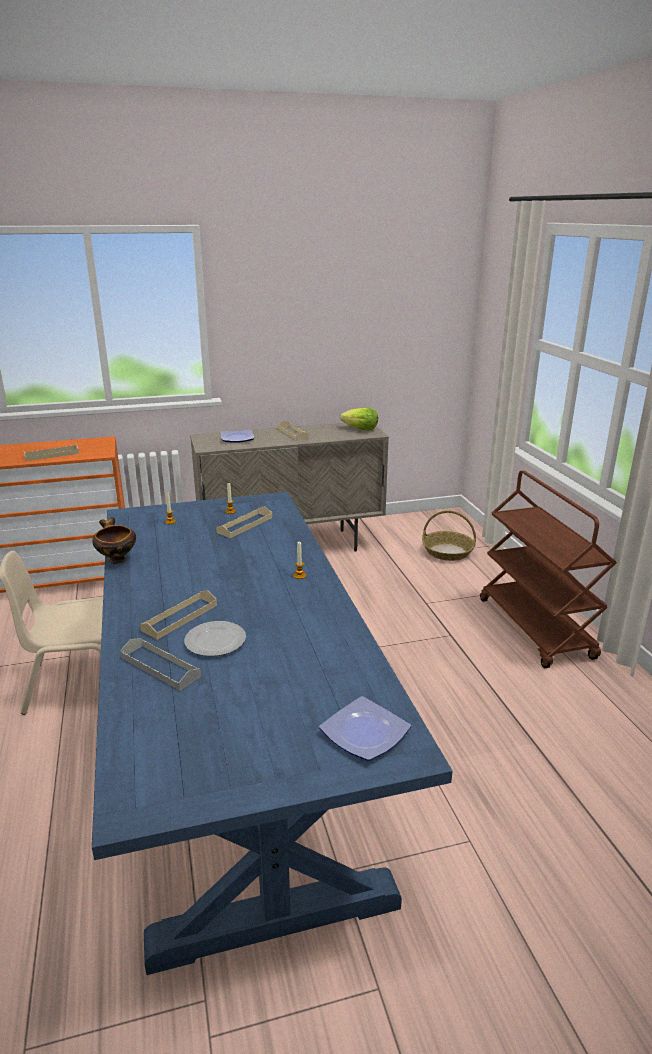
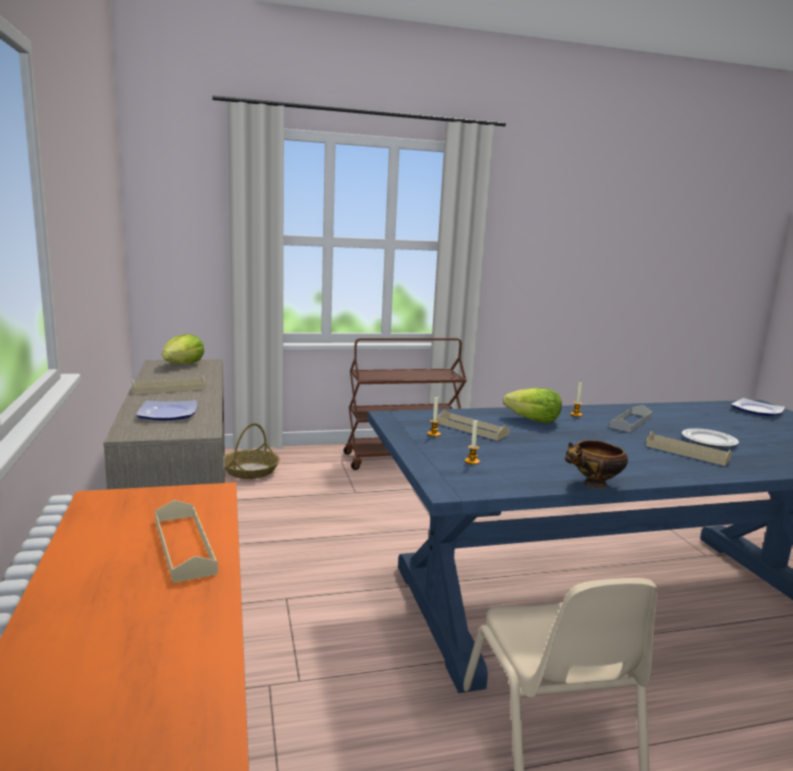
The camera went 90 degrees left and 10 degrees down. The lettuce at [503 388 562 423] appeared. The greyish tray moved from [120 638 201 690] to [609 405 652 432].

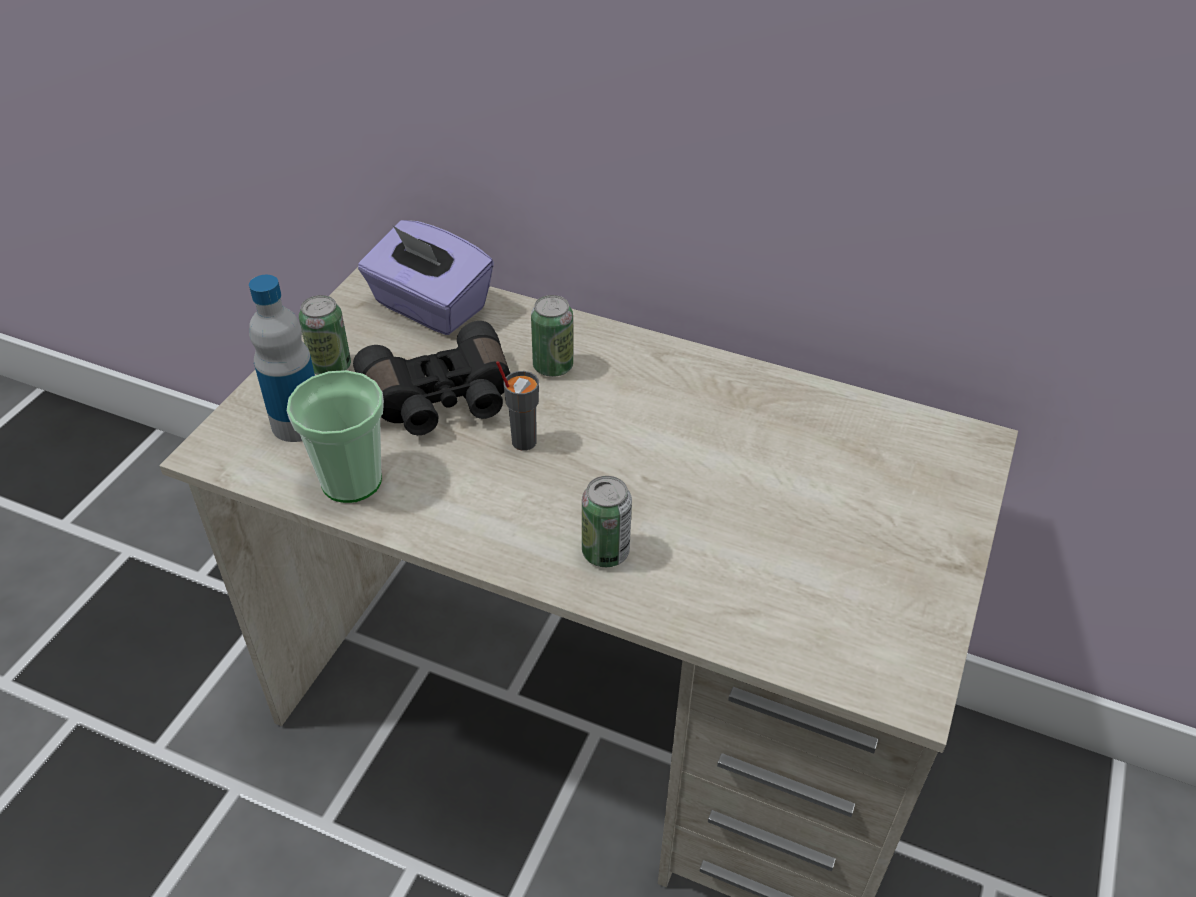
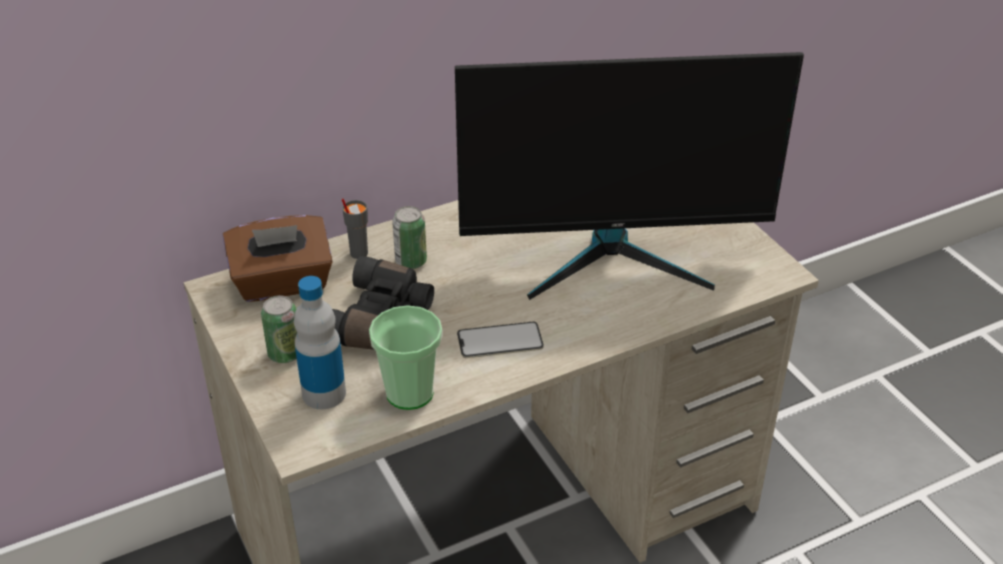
The camera went 50 degrees left and 5 degrees down. The sealed can at [582 476 632 567] disappeared. The monitor at [455 52 804 300] appeared. The telephone at [457 321 544 358] appeared. The greyish drinking cup moved from [496 361 539 451] to [342 198 368 259]. The purple tissue holder at [358 220 494 335] became the brown-coloured tissue holder at [223 215 333 302].

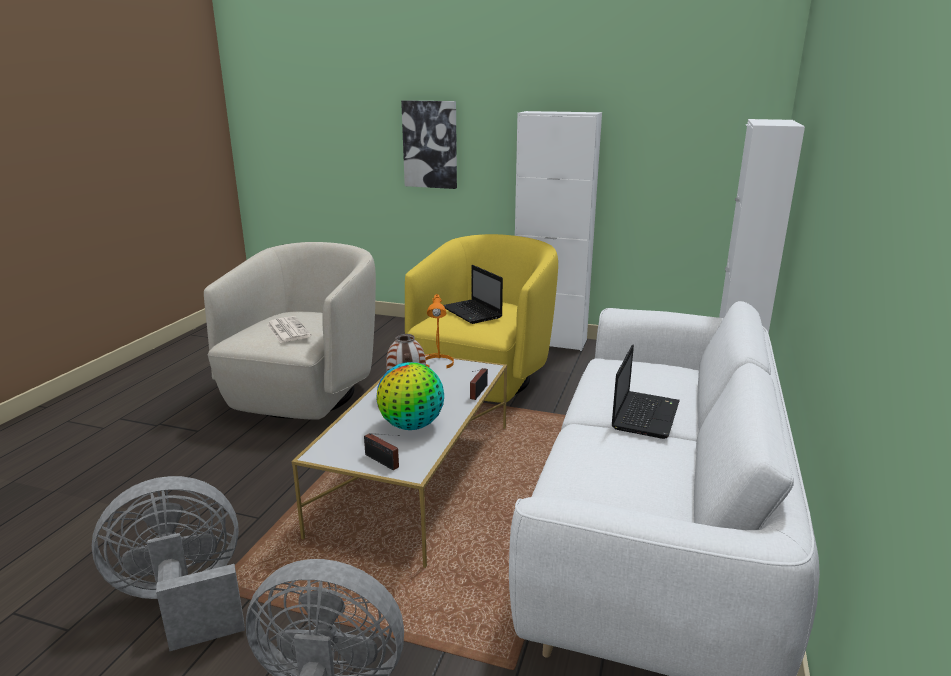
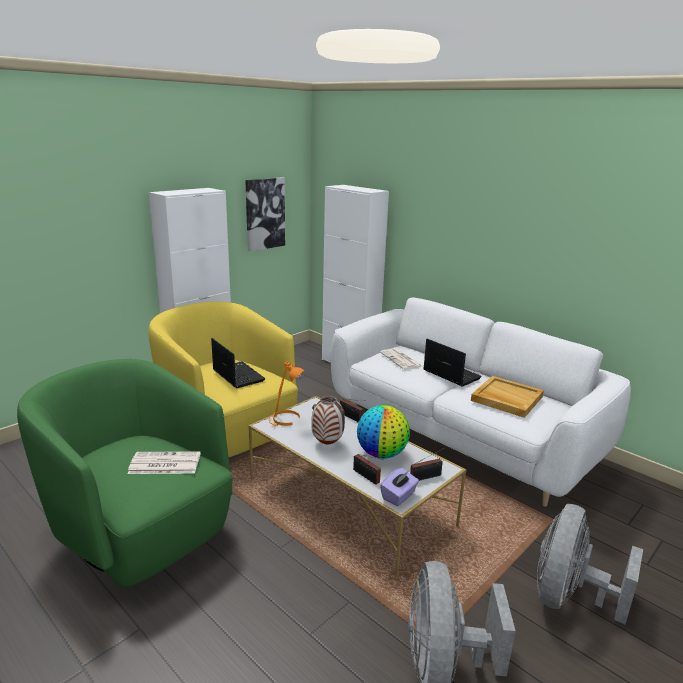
The camera went 65 degrees left and 0 degrees up. The radio receiver at [353 454 384 485] appeared. The newspaper at [380 348 421 369] appeared. The purple tissue holder at [380 468 419 506] appeared. The sand-coloured tray at [471 376 544 418] appeared. The picture moved from [401 100 457 189] to [245 177 285 252]. The sand-coloured armchair at [204 242 376 420] became the green armchair at [17 359 233 587]. The portable computer at [443 265 503 324] turned 120 degrees counterclockwise.

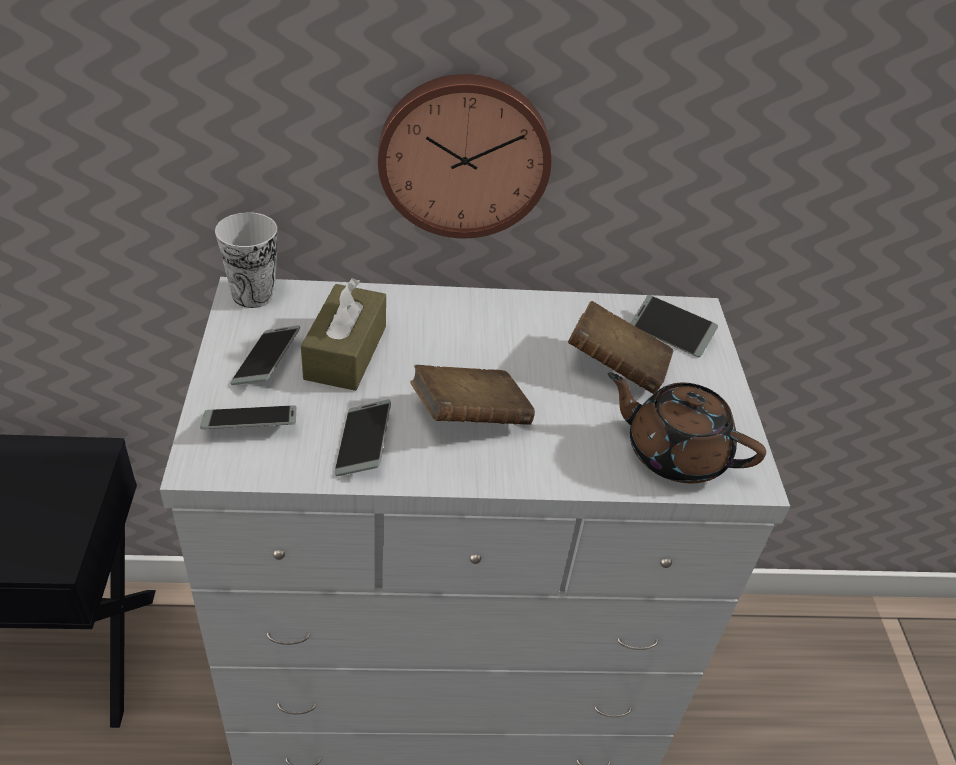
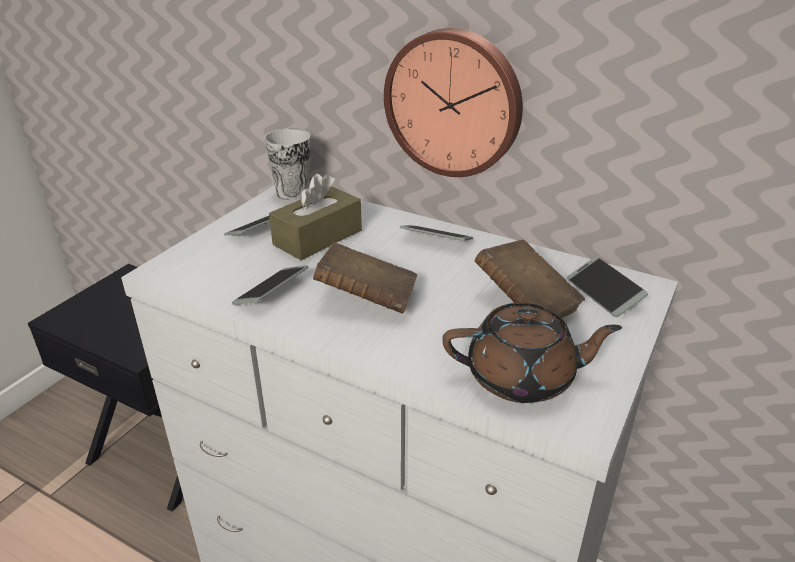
The camera went 35 degrees right and 10 degrees down. The telephone moved from [200 405 296 429] to [400 225 473 241]. The brown-coloured teapot at [608 372 766 483] turned 120 degrees clockwise.

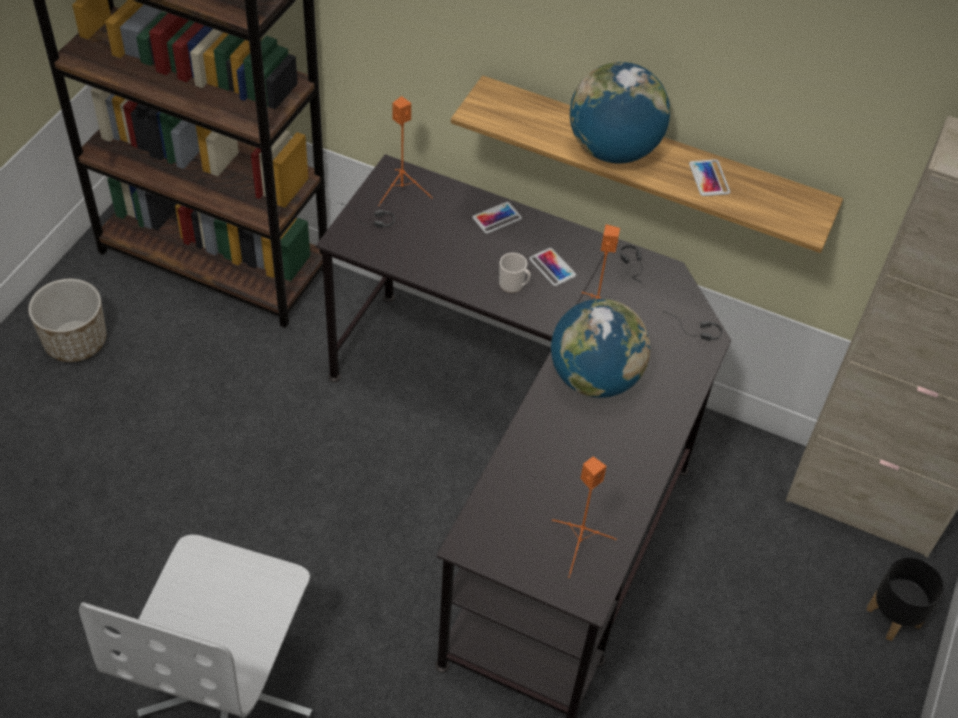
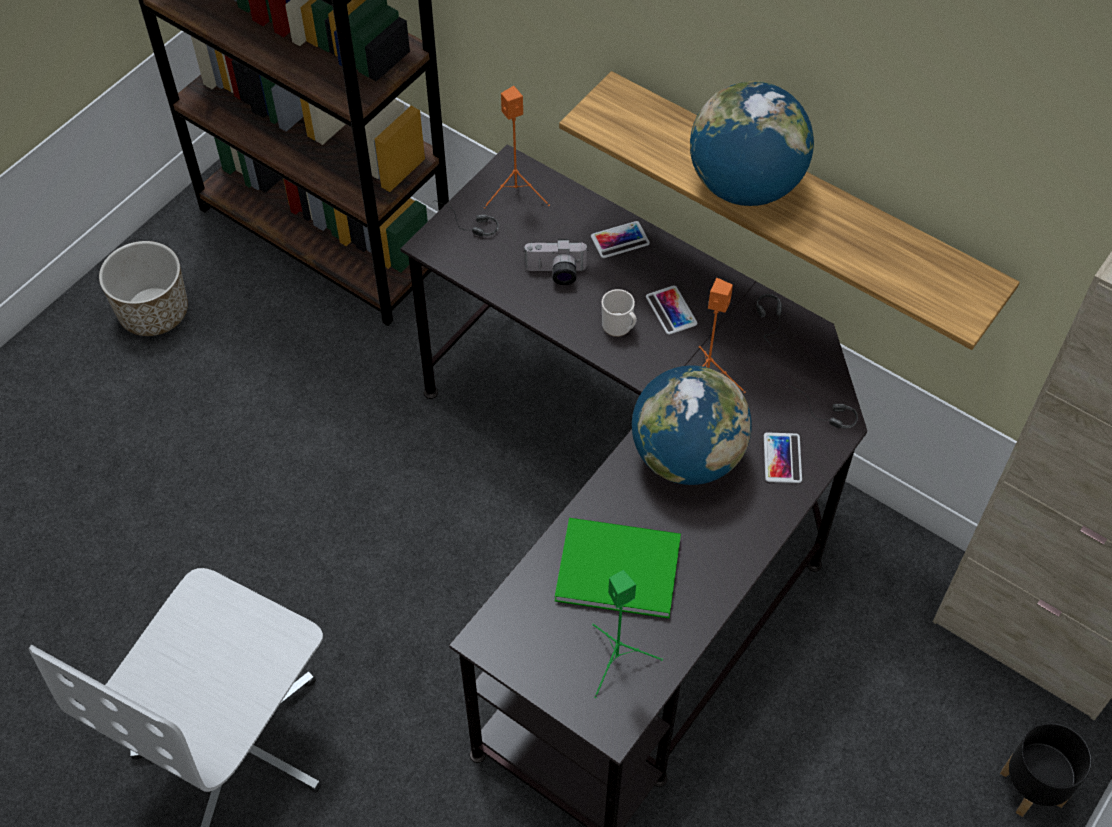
The camera went 15 degrees right and 5 degrees up. The still camera at [524 239 588 285] appeared. The green volume at [555 518 681 618] appeared. The telephone moved from [689 159 730 196] to [764 432 802 483]. The orange-coloured loudspeaker at [552 456 616 578] became the green loudspeaker at [592 570 663 698].

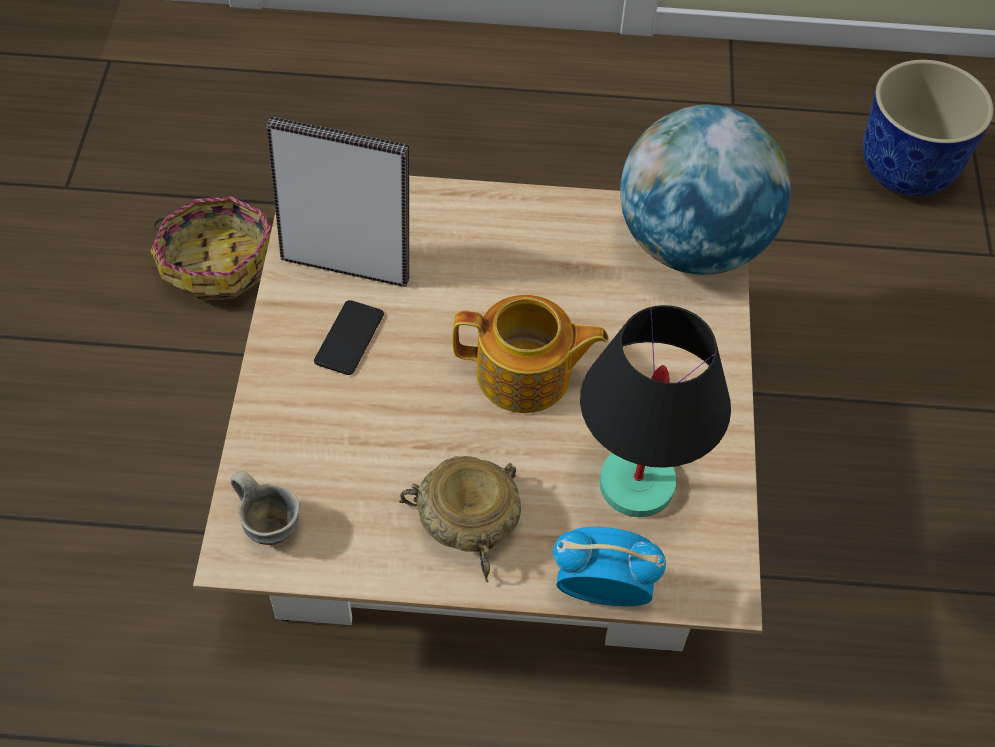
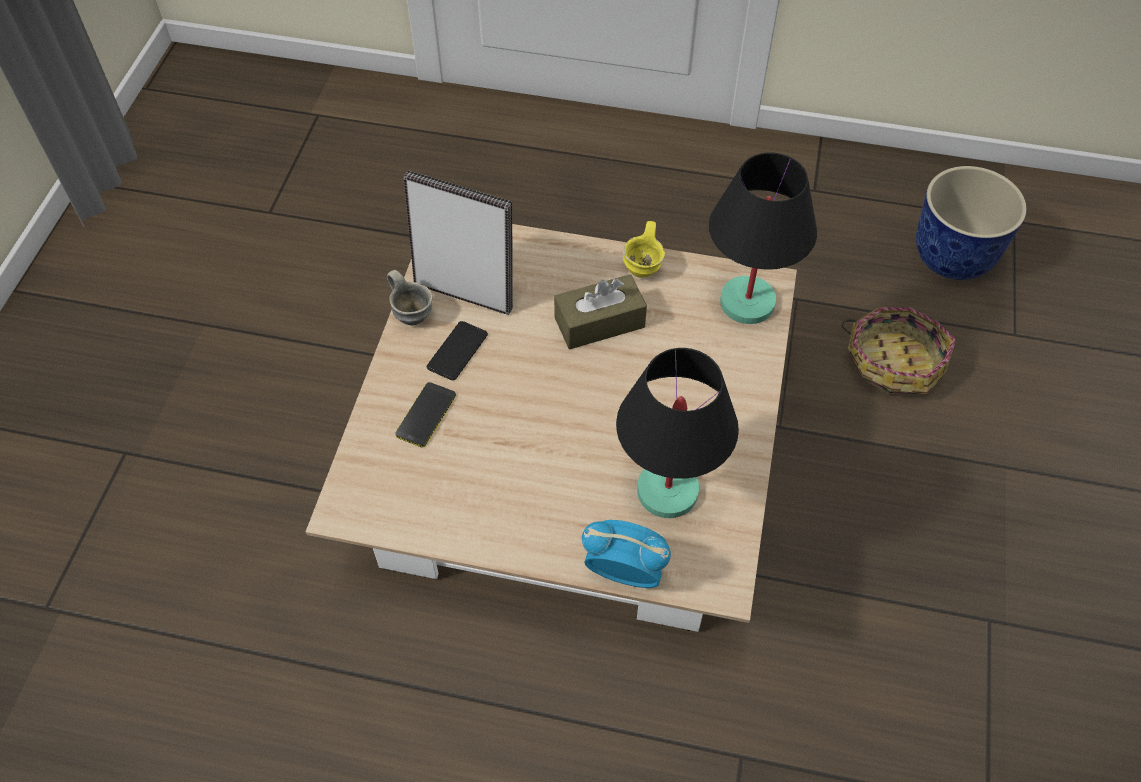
The camera went 10 degrees right and 0 degrees up. The sand-coloured bowl at [399 456 521 582] disappeared. The teapot at [452 295 609 413] disappeared. The telephone at [395 382 456 448] appeared. The brown-coloured tissue holder at [554 274 647 349] appeared. The yellow mug at [623 221 665 278] appeared. The basket moved from [151 196 272 301] to [842 307 956 395]. The greyish mug moved from [231 470 300 545] to [387 270 433 326]. The globe at [620 105 791 275] was replaced by the black table lamp at [709 152 817 324].

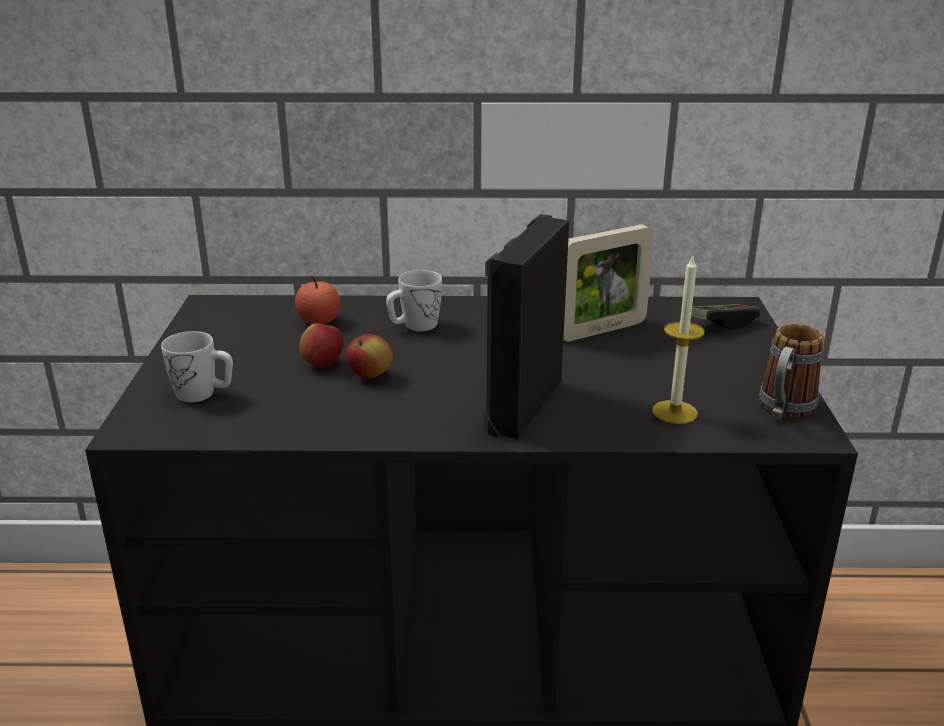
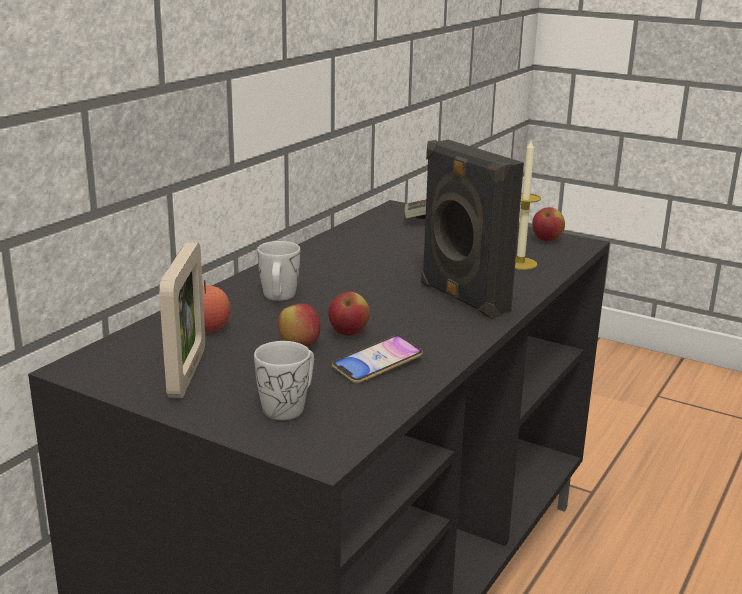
The camera went 60 degrees left and 5 degrees down. The telephone at [332 335 423 383] appeared. The picture frame moved from [564 224 654 342] to [159 242 205 398]. The mug at [759 323 824 418] was replaced by the apple at [532 207 565 241].

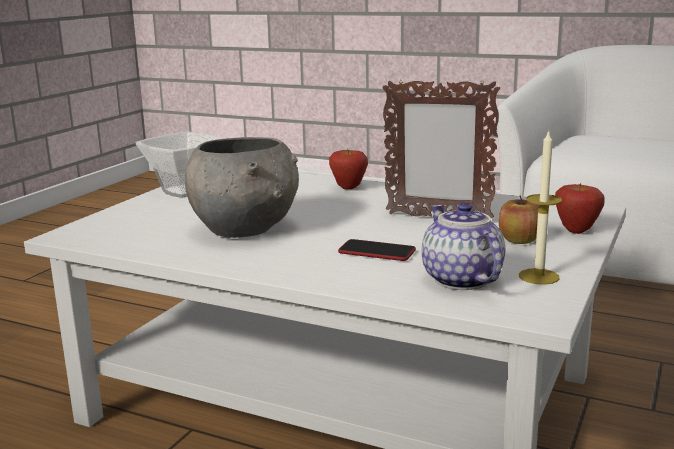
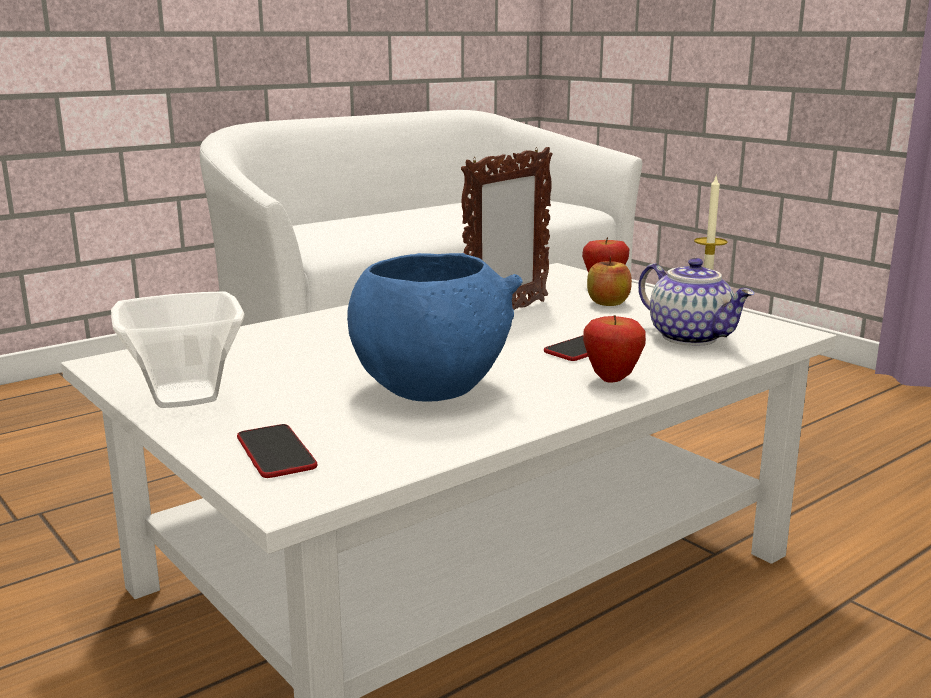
The camera went 65 degrees left and 0 degrees up. The telephone at [237 424 317 478] appeared. The apple moved from [329 148 368 189] to [583 315 646 383]. The greyish bowl at [185 137 299 238] became the blue-coloured bowl at [347 253 523 402]. The teapot at [422 202 505 290] turned 135 degrees counterclockwise.

